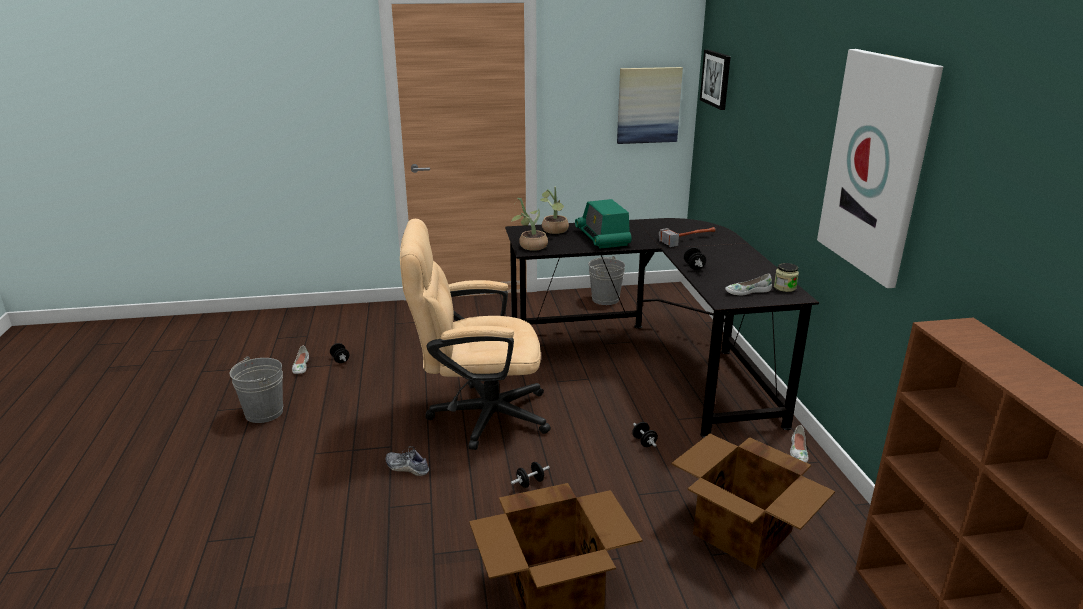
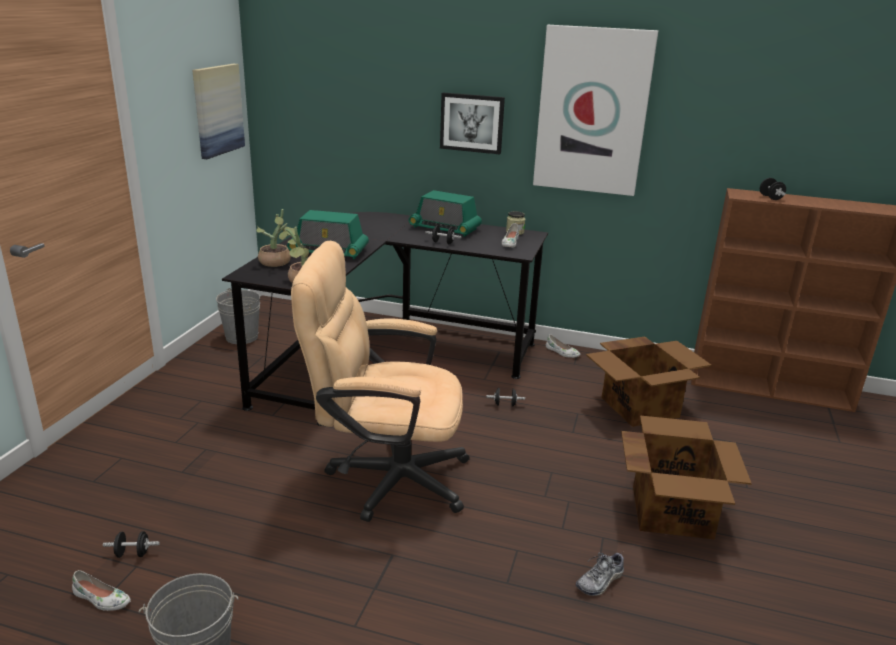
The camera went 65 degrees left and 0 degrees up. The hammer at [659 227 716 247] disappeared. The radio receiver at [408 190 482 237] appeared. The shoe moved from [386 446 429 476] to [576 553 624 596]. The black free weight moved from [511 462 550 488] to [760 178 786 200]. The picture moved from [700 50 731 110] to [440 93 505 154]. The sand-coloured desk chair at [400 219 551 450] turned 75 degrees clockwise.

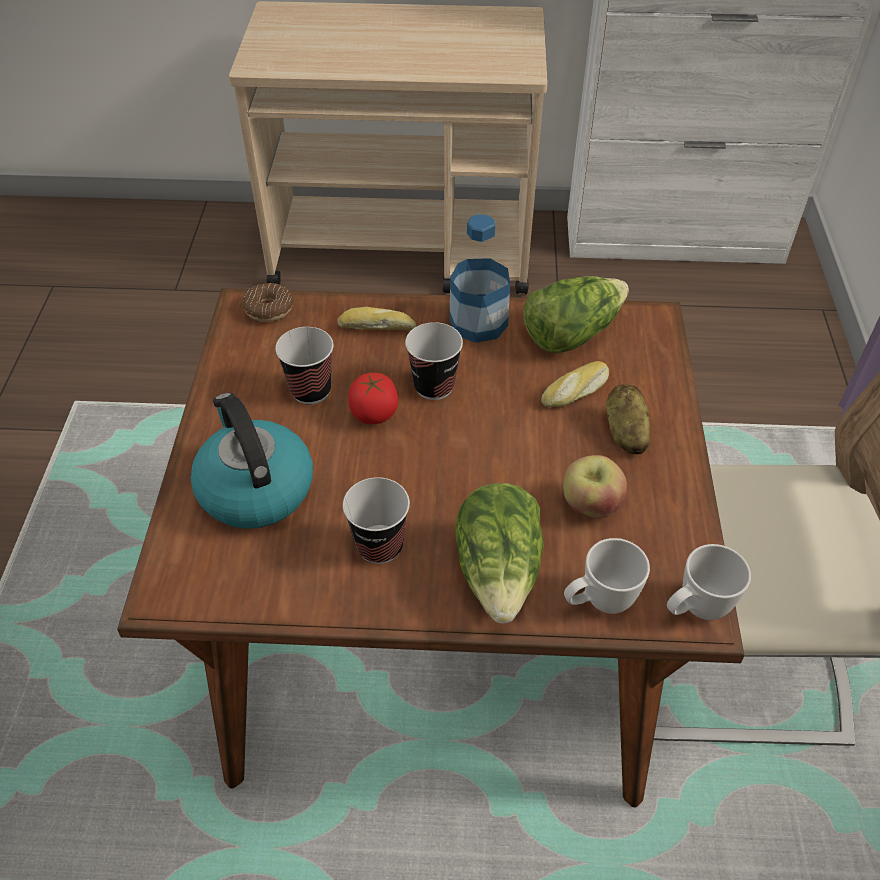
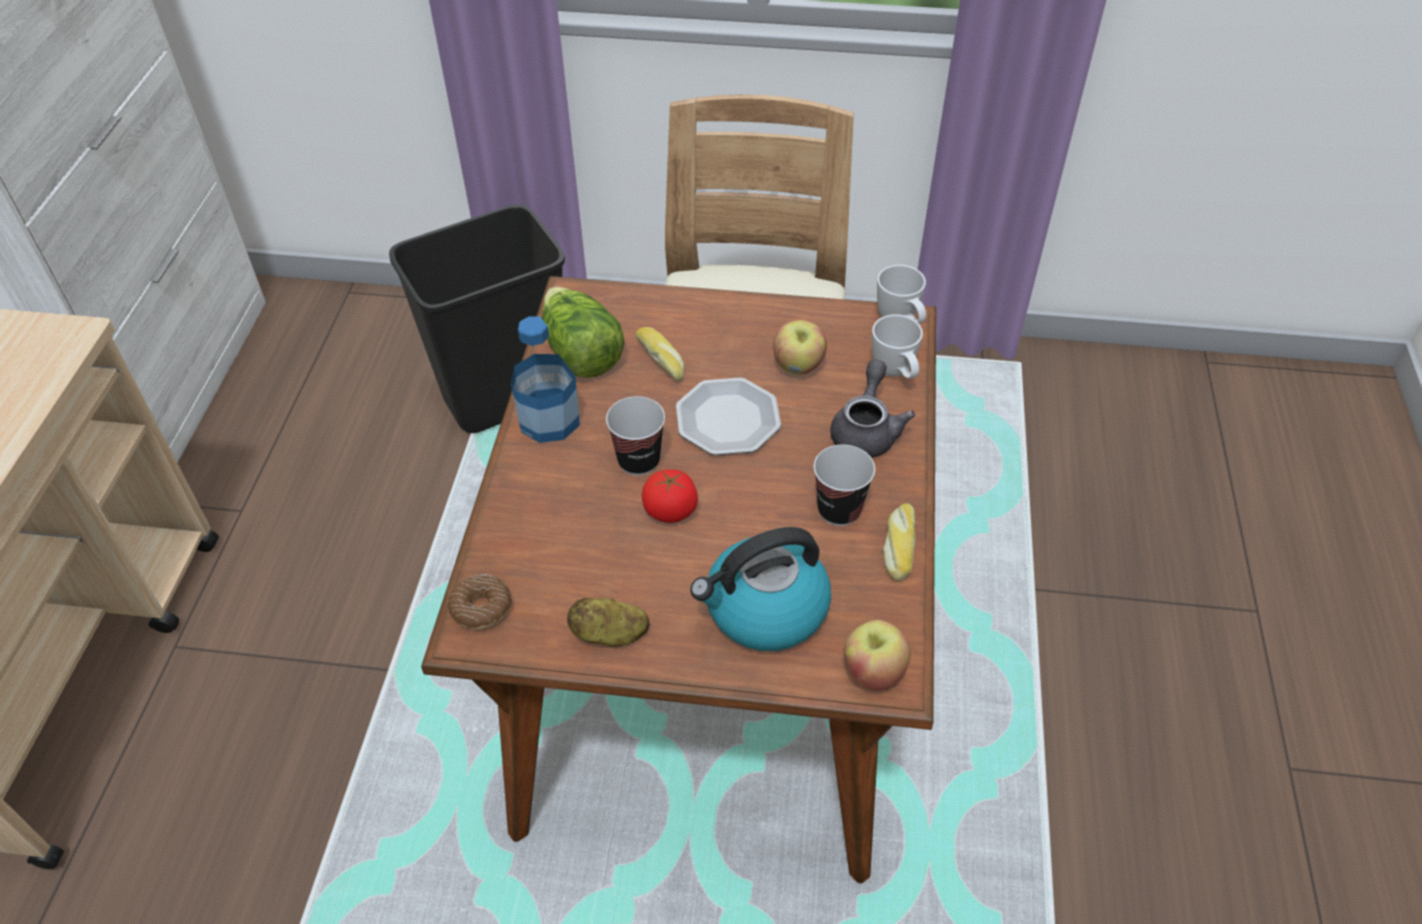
The camera went 85 degrees left and 0 degrees up. The drinking cup at [275 327 333 405] disappeared. The black rubbish bin at [389 204 565 433] appeared. The dinner plate at [676 378 781 455] appeared. The apple at [844 620 911 691] appeared. The bakery bread moved from [337 307 416 330] to [883 503 915 581]. The spud moved from [606 385 650 454] to [567 598 650 647]. The lettuce at [455 483 544 623] was replaced by the greyish teapot at [830 360 915 458].

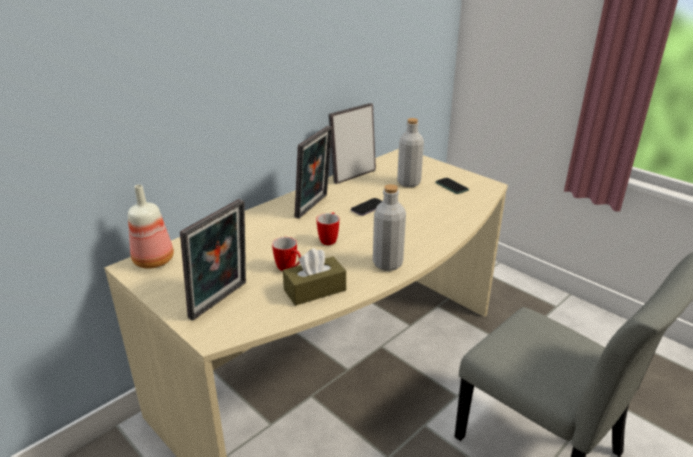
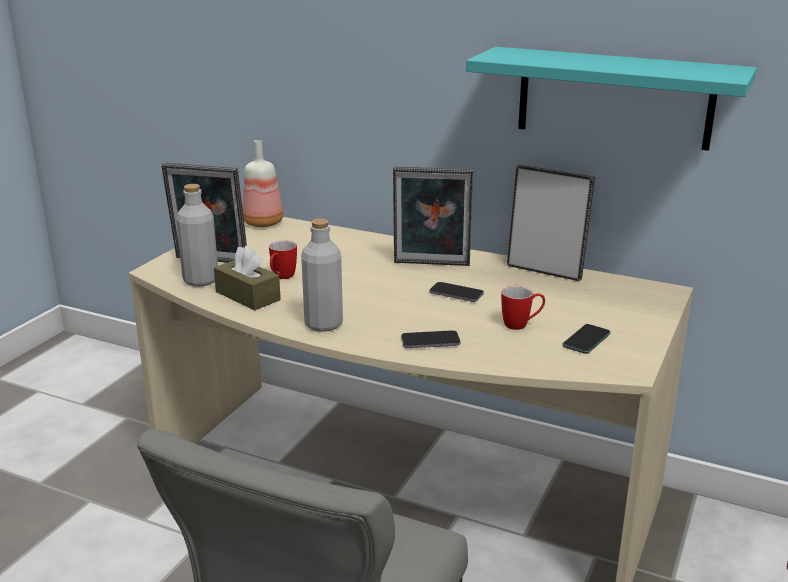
The camera went 70 degrees right and 5 degrees down. The telephone at [401 330 460 348] appeared. The turquoise-coloured wall shelf at [466 47 757 151] appeared. The mug moved from [316 212 339 245] to [501 286 545 330]. The greyish beverage bottle moved from [397 118 424 187] to [176 184 218 287].

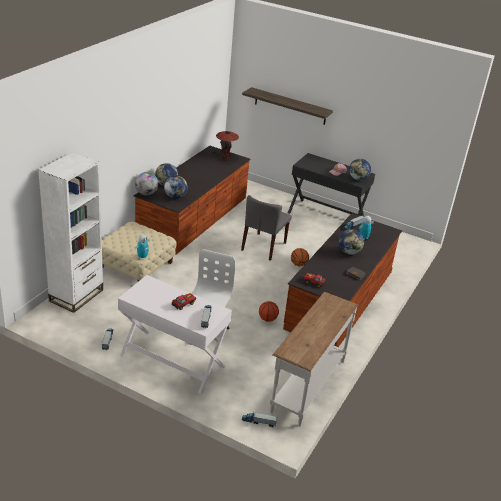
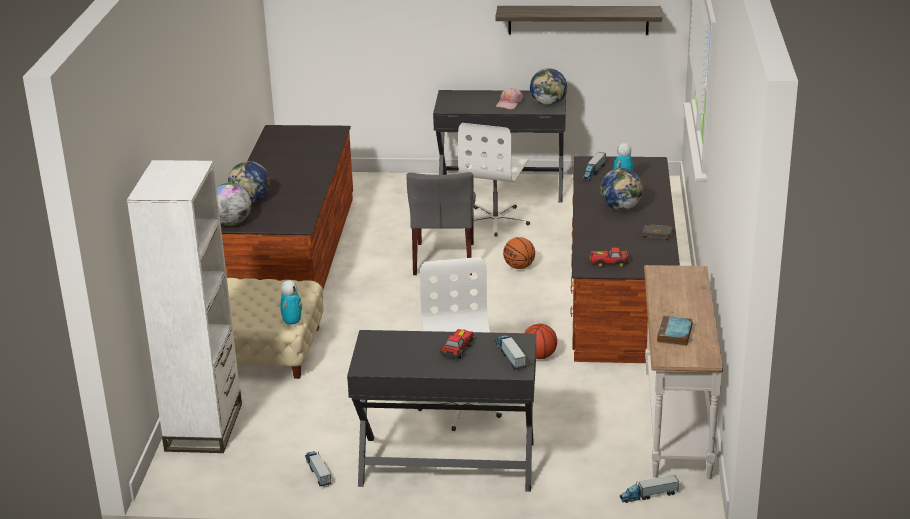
The camera went 20 degrees left and 5 degrees down. The globe at [164 175 188 199] disappeared. The table lamp at [210 131 239 164] disappeared. The white-coloured desk chair at [458 123 530 237] appeared. The volume at [657 316 693 346] appeared. The wall shelf moved from [242 87 333 125] to [495 6 662 35]. The white-coloured desk unit at [118 275 232 394] became the black desk unit at [347 330 536 492].

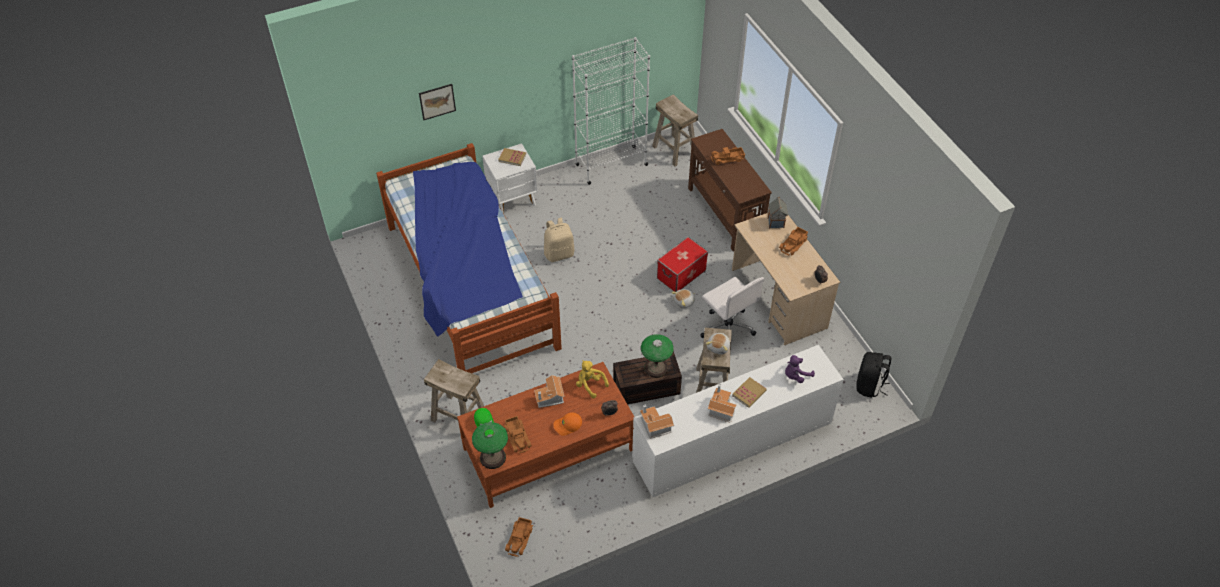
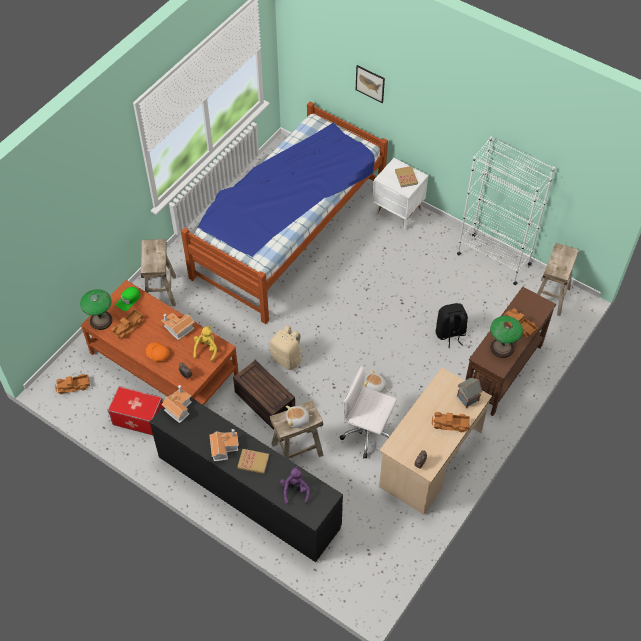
The camera went 60 degrees right and 5 degrees up. The sand-coloured rucksack moved from [544 218 575 262] to [270 325 304 370]. The table lamp moved from [641 334 674 378] to [490 316 523 358]. The storage bin moved from [657 237 708 292] to [108 386 163 435]. The black rucksack moved from [856 352 891 397] to [435 303 468 348]. The white-coloured dresser at [632 345 844 497] became the black dresser at [150 397 343 562]. The white-coloured desk chair at [700 277 764 338] turned 90 degrees clockwise. The purple soft toy at [785 355 815 383] turned 60 degrees clockwise.

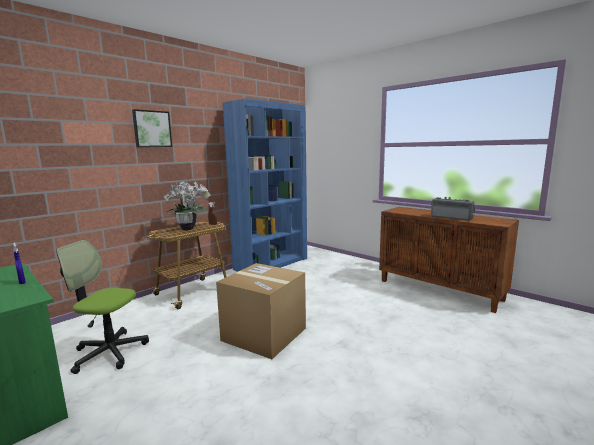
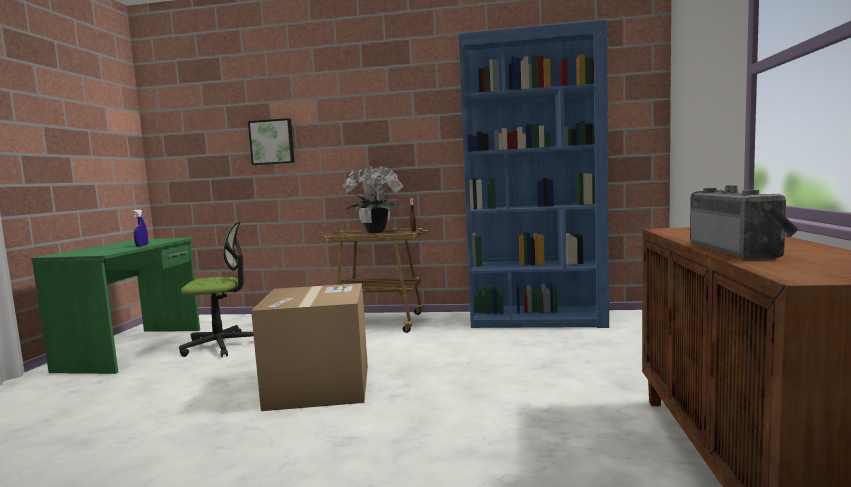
The camera went 55 degrees right and 5 degrees down. The picture moved from [132 109 172 147] to [248 118 295 165]. The desk chair at [56 240 149 374] turned 105 degrees clockwise.

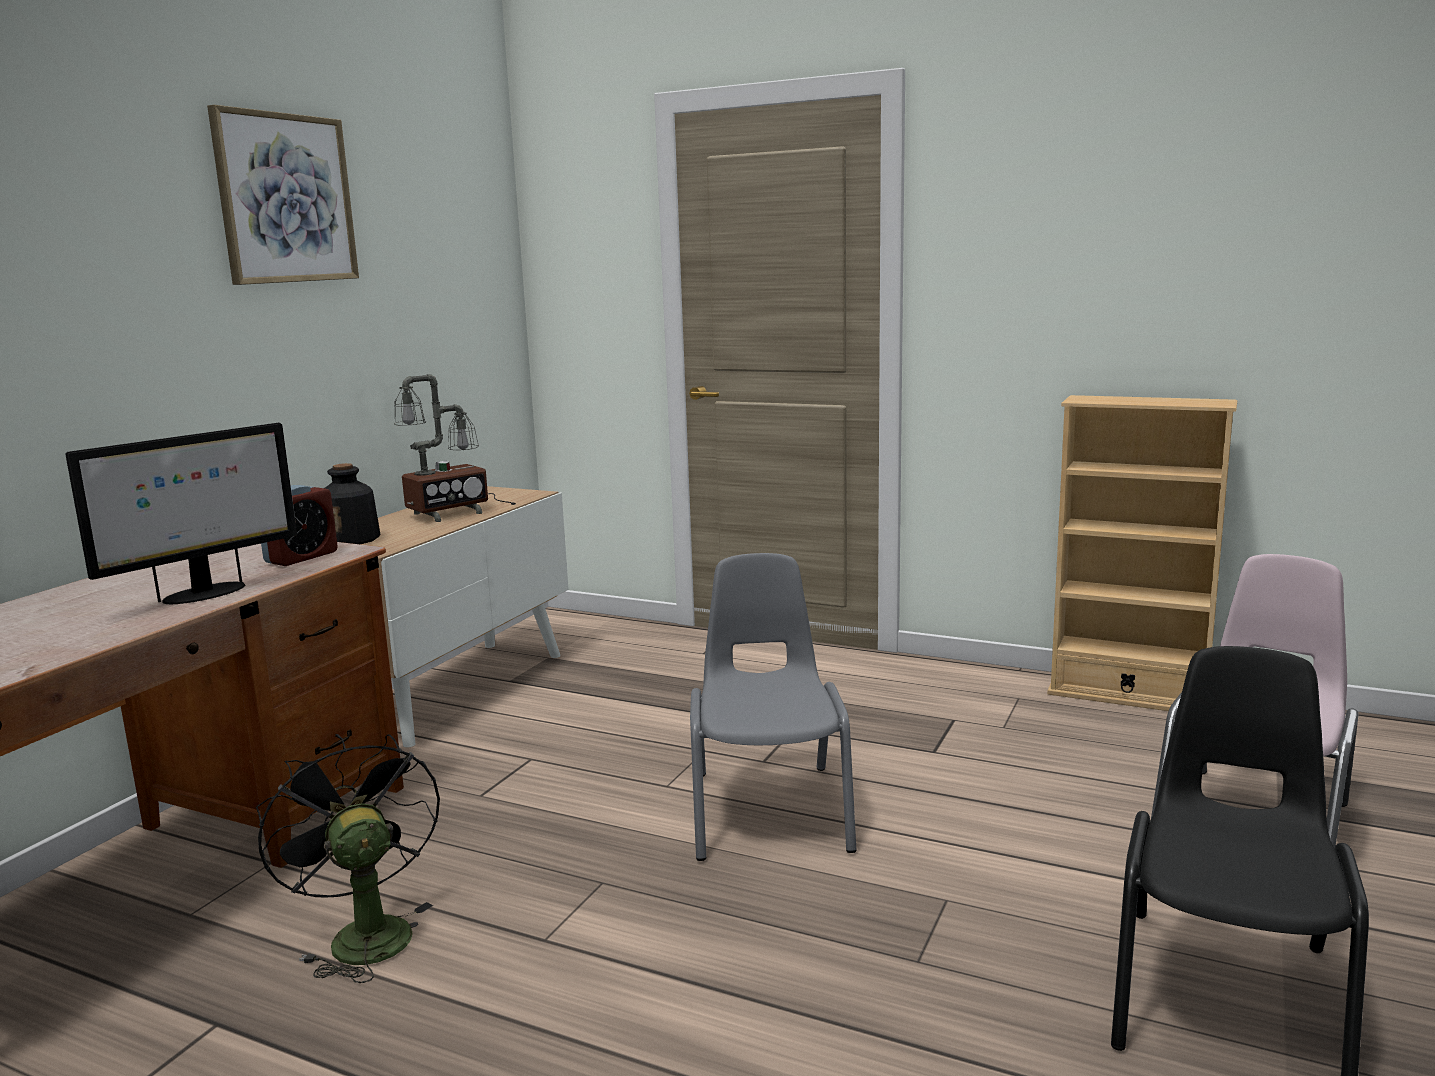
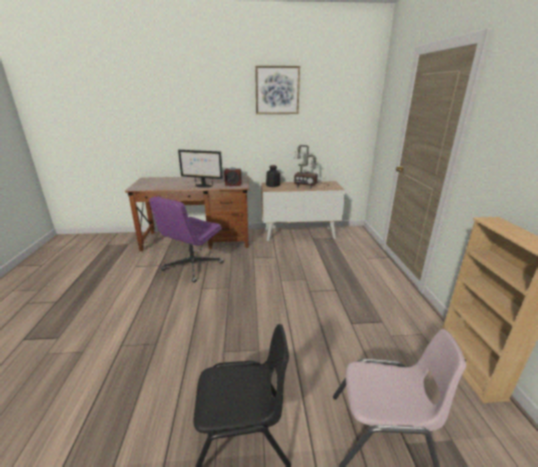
The camera went 60 degrees right and 10 degrees up. The greyish upright chair at [690 553 856 861] disappeared. The black cooling fan at [256 734 440 983] was replaced by the purple desk chair at [149 196 224 283].

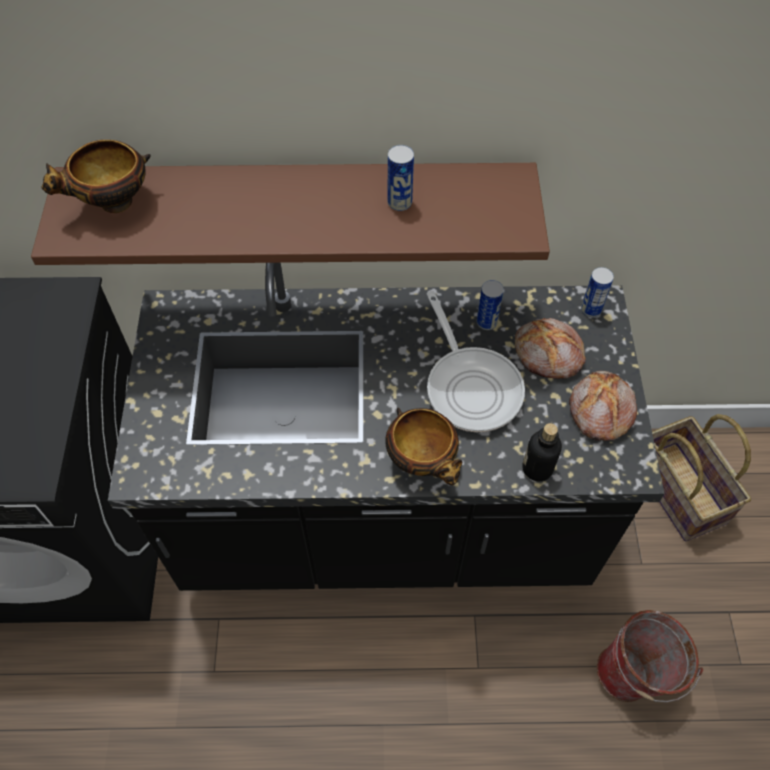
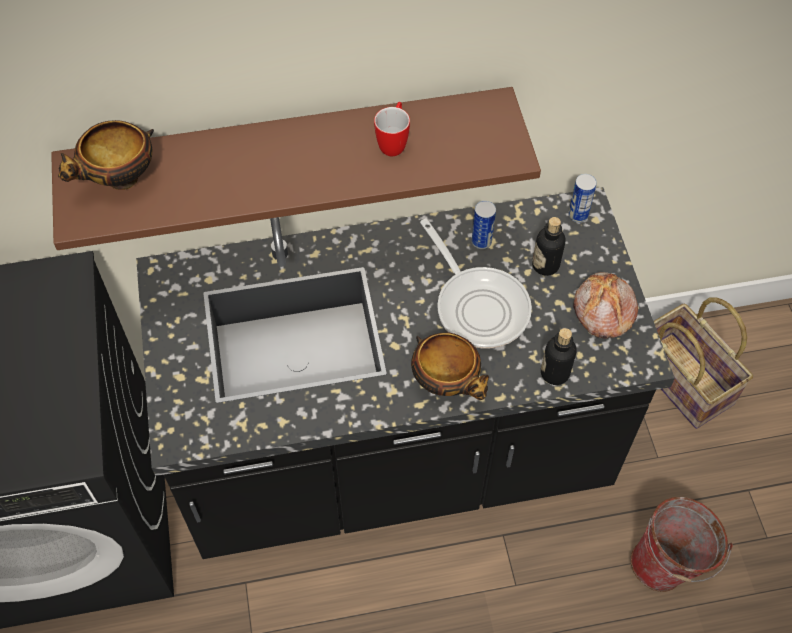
The camera went 10 degrees left and 0 degrees up. The sealed can at [388 145 414 211] was replaced by the mug at [374 102 410 156]. The bakery bread at [515 318 586 379] was replaced by the beverage bottle at [532 217 566 276].

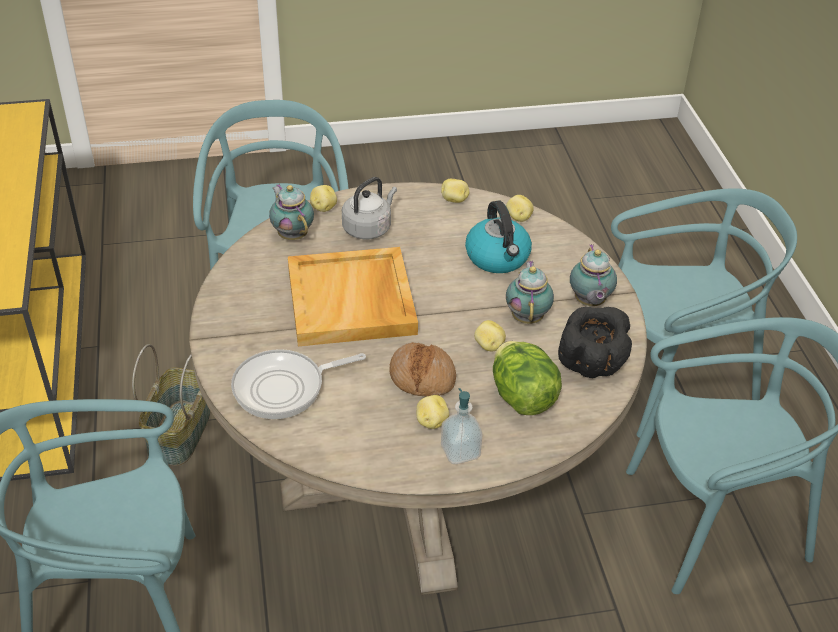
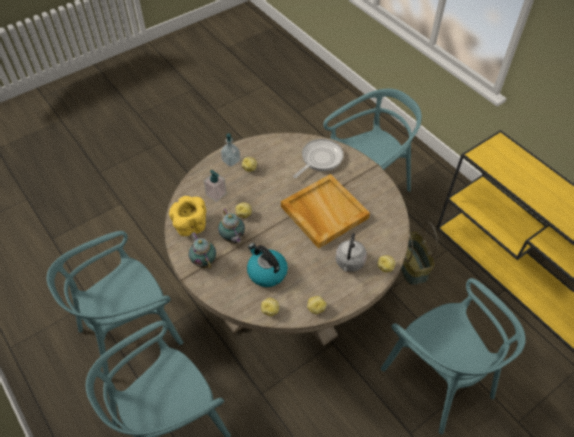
The camera went 155 degrees right and 10 degrees up. The teapot at [269 184 314 240] disappeared. The bakery bread at [389 342 456 397] disappeared. The lettuce at [493 341 562 415] was replaced by the soap dispenser at [203 170 227 202]. The black bowl at [558 307 632 378] became the yellow bowl at [169 196 206 236].

